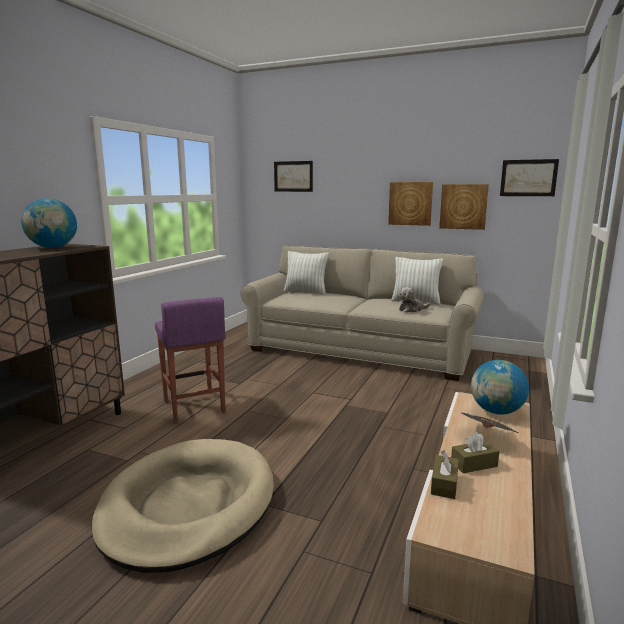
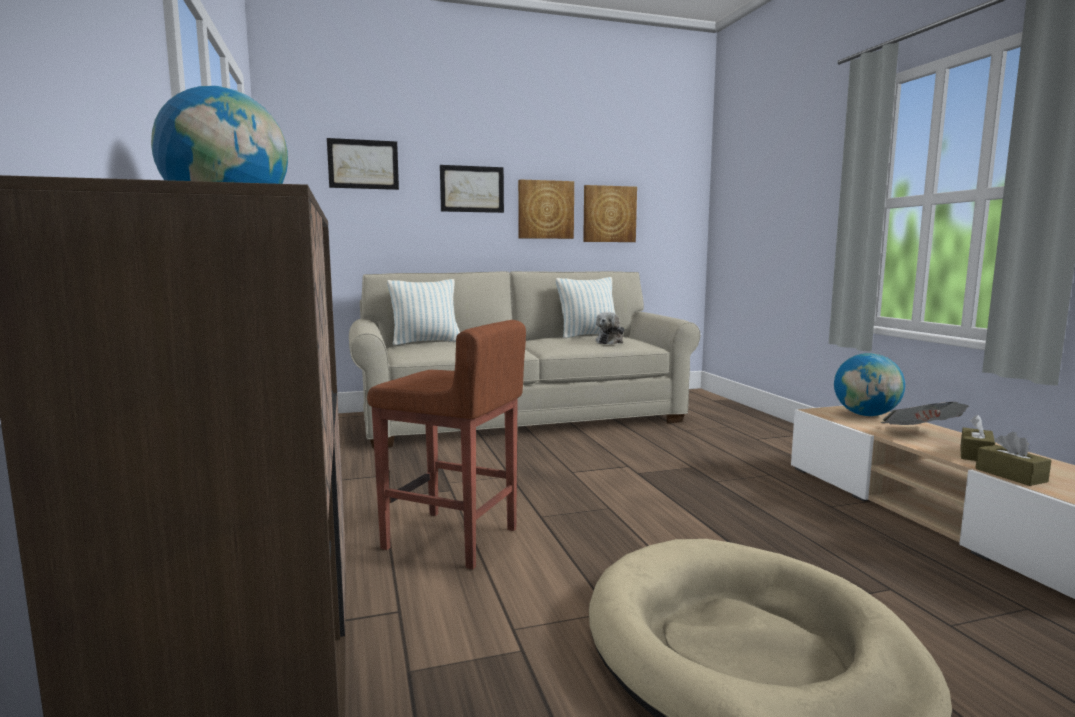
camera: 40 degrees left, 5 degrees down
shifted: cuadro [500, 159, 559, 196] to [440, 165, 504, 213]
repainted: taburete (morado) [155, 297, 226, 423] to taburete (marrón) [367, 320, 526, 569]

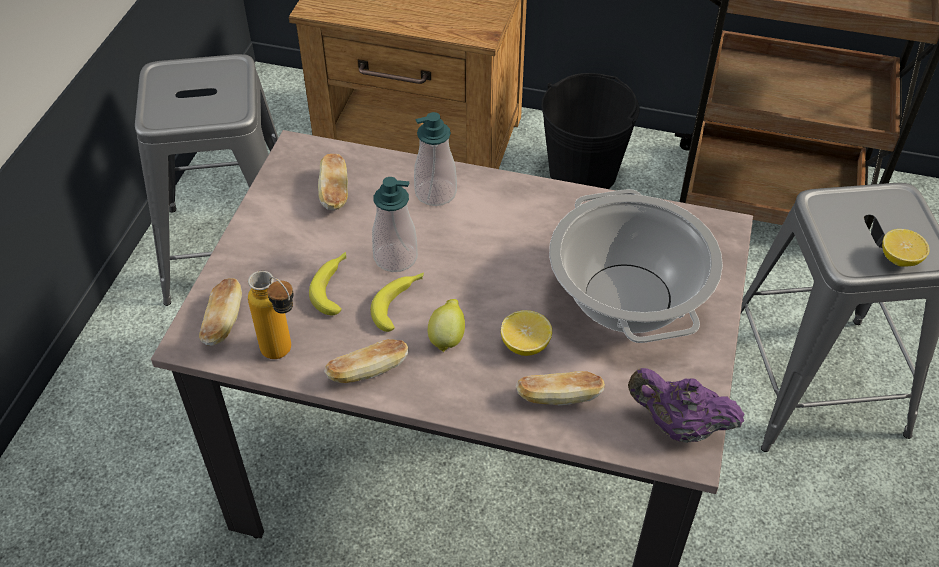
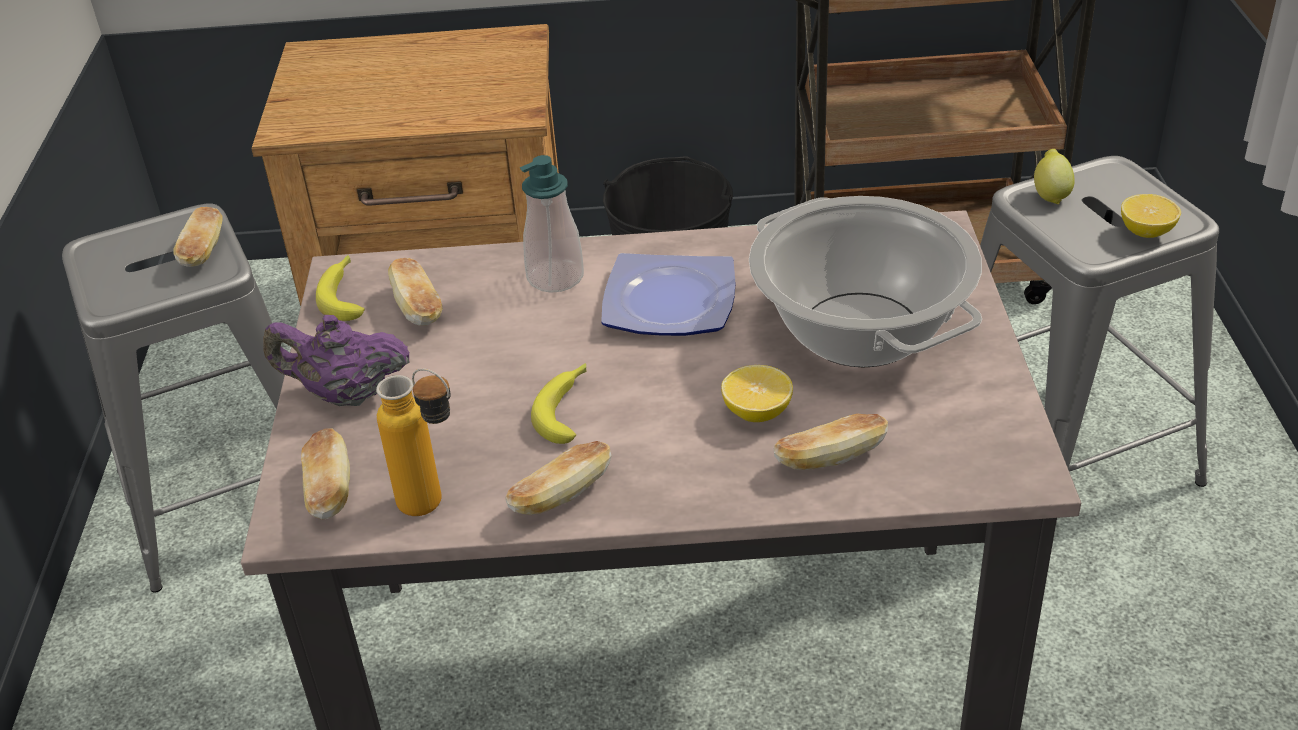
camera: 15 degrees left, 10 degrees down
gone: dispensador de jabón [372, 177, 418, 272]
new: pan [173, 207, 223, 267]; plato [601, 253, 736, 336]
shifted: plátano [309, 252, 346, 315] to [316, 255, 365, 321]; limón [428, 299, 465, 352] to [1034, 149, 1075, 204]; tetera (morado) [628, 368, 744, 443] to [263, 315, 410, 406]

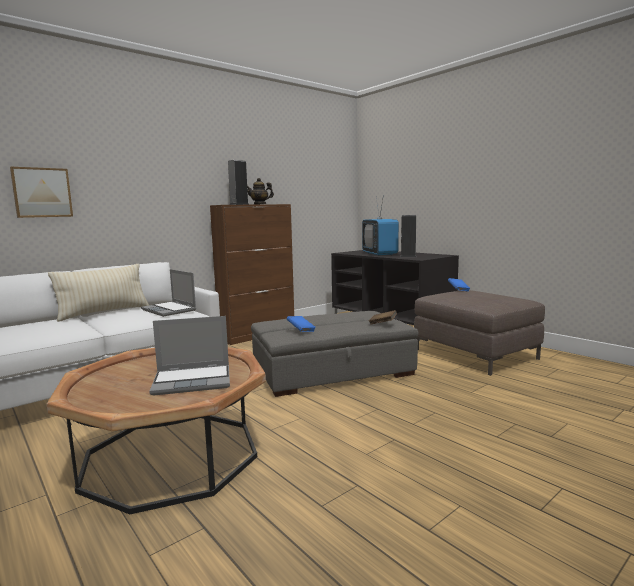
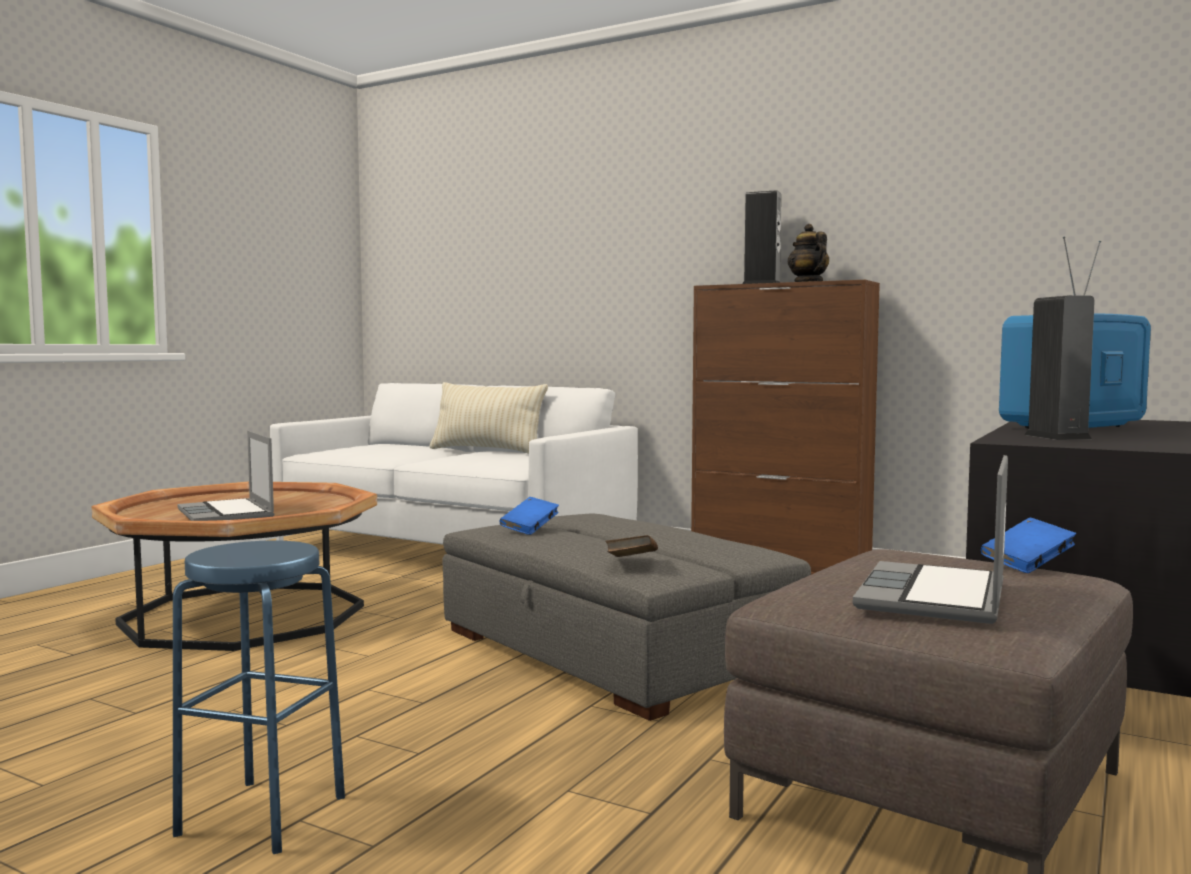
camera: 70 degrees right, 5 degrees down
gone: cuadro [10, 167, 73, 218]
new: taburete (azul) [173, 540, 345, 854]
shifted: portátil [141, 269, 196, 317] to [853, 455, 1008, 624]

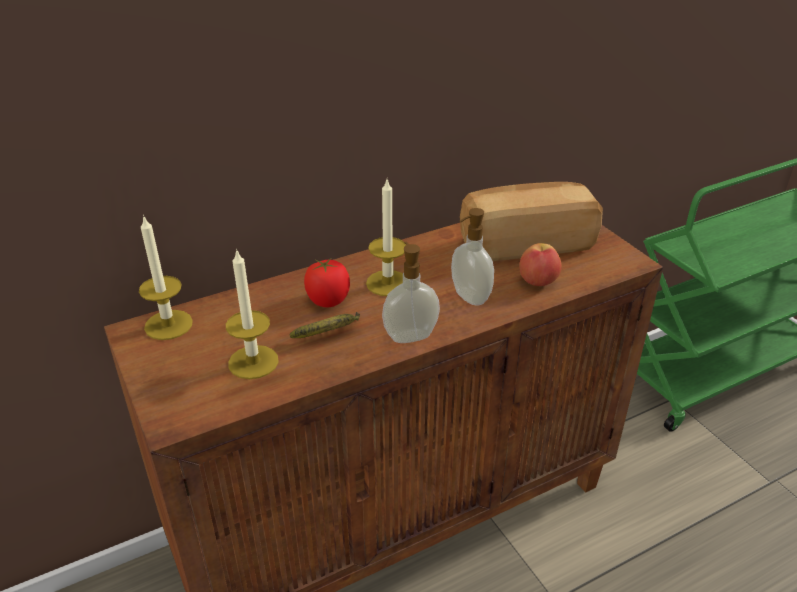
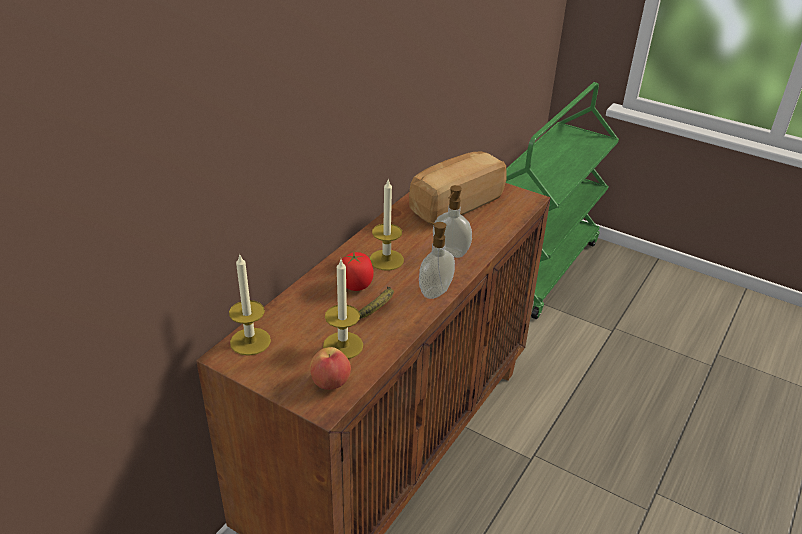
camera: 30 degrees left, 0 degrees up
shifted: manzana [519, 243, 562, 286] to [310, 347, 351, 390]

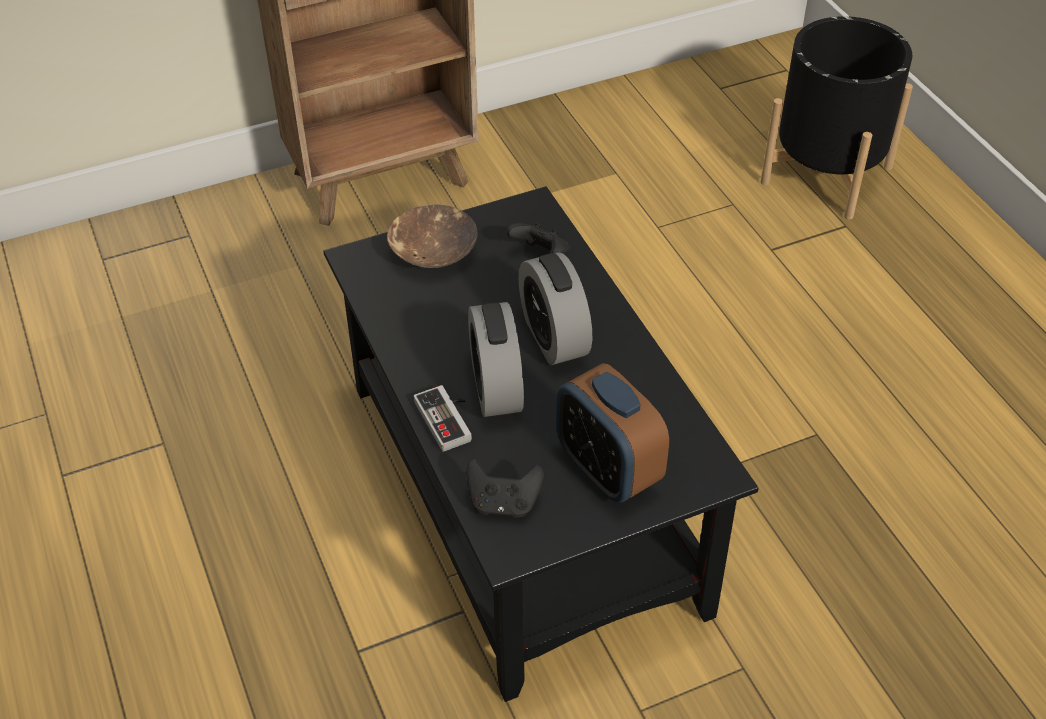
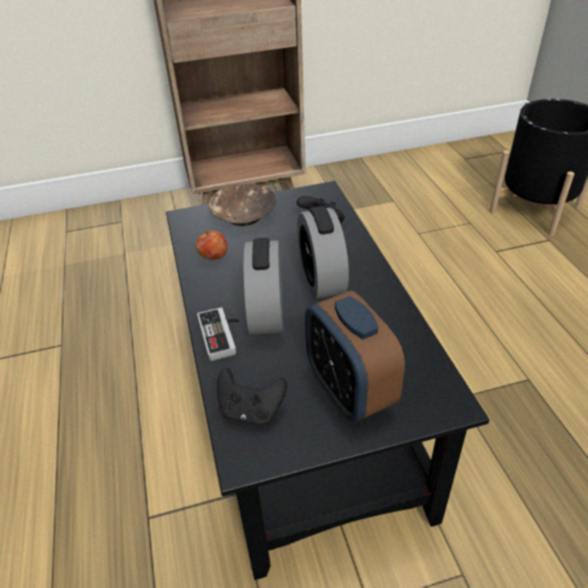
camera: 10 degrees right, 5 degrees down
new: manzana [195, 229, 228, 260]

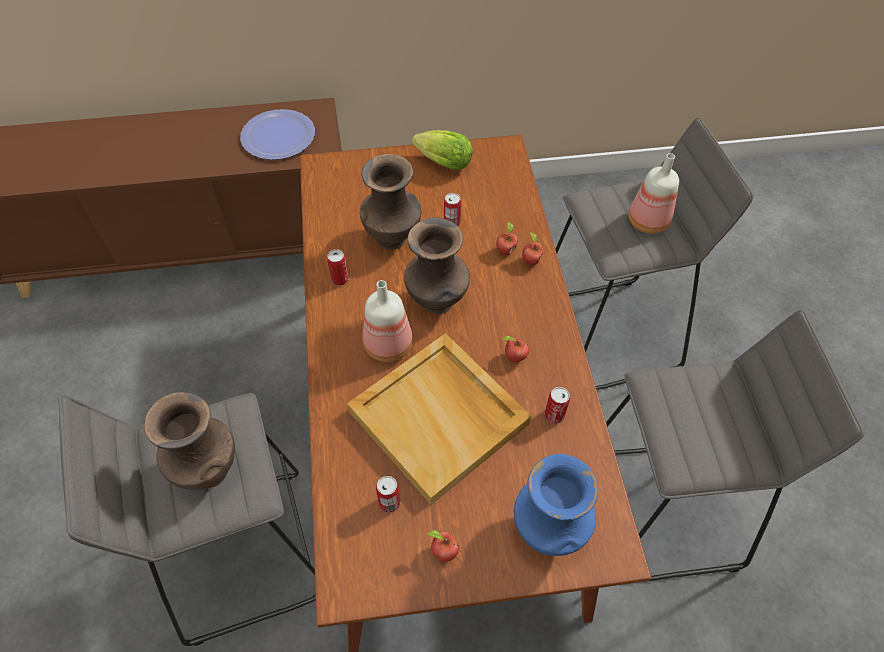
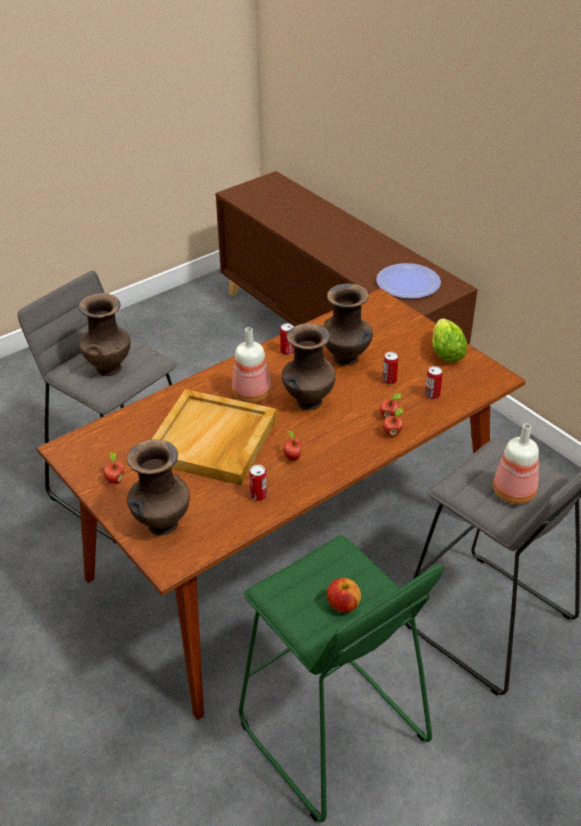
camera: 60 degrees right, 15 degrees down
new: manzana [327, 578, 361, 613]
shifted: lata [376, 476, 401, 513] to [425, 366, 443, 400]
repainted: florero (azul) [514, 454, 598, 556] to florero (marrón) [127, 439, 190, 535]; taburete (gris) [606, 310, 864, 582] to taburete (verde) [239, 535, 443, 822]

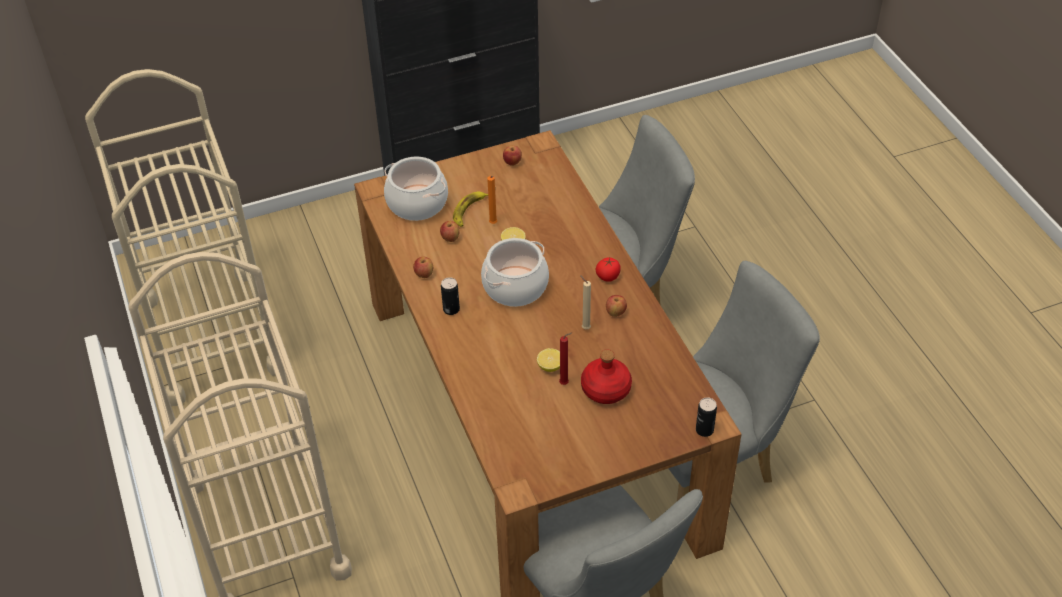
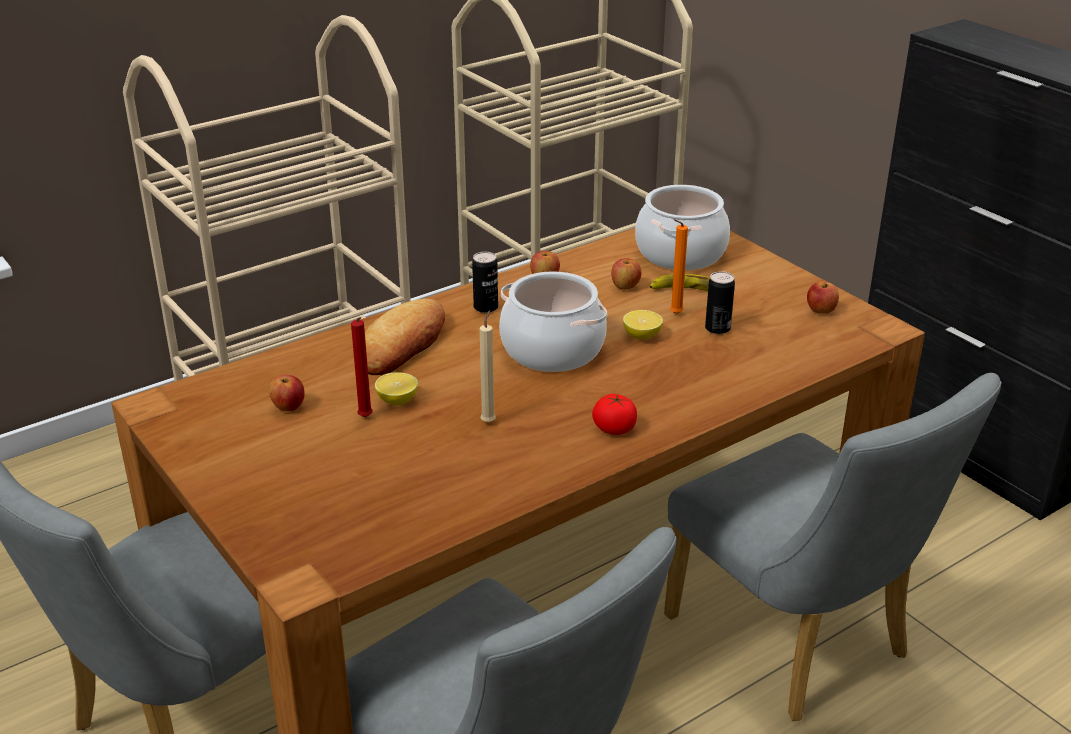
camera: 75 degrees right, 15 degrees down
gone: botella (rojo) [581, 349, 632, 404]
new: pan [365, 299, 445, 375]
shifted: manzana [606, 295, 627, 317] to [269, 375, 305, 411]; lata [696, 397, 717, 437] to [705, 271, 735, 334]

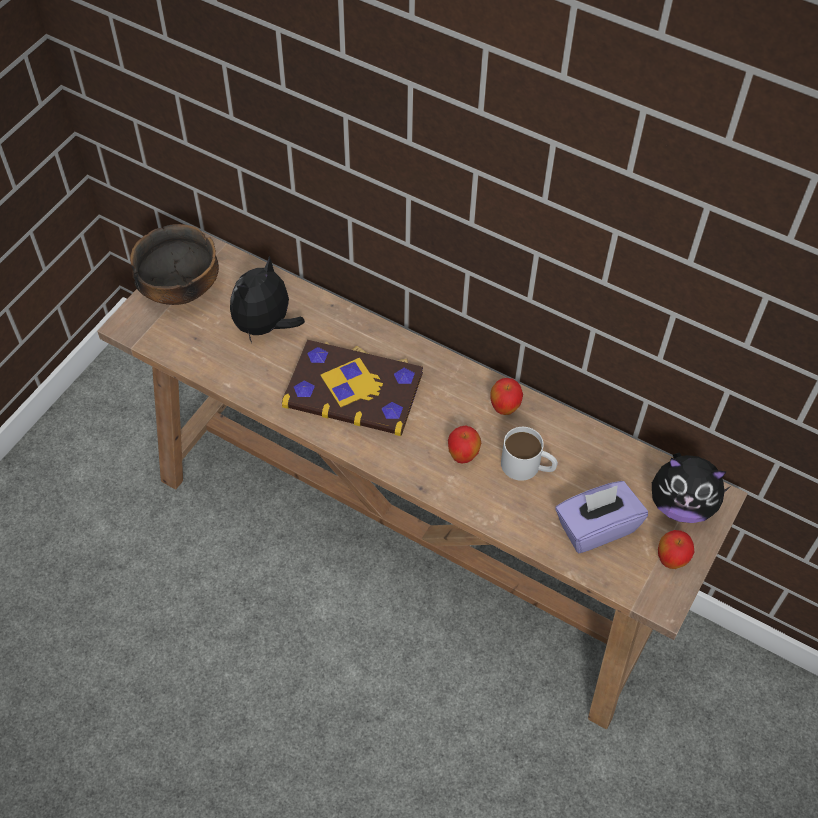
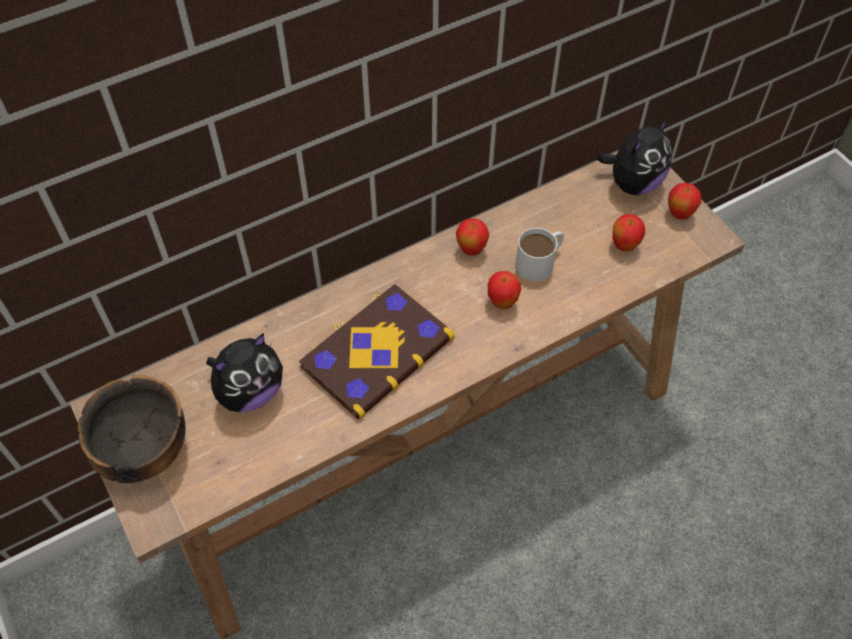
camera: 60 degrees left, 0 degrees up
swapped: caja de pañuelos (morado) [555, 481, 648, 553] to manzana [612, 214, 645, 251]
rotated: peluche [230, 256, 305, 343] = [206, 333, 283, 412] 105 degrees counterclockwise

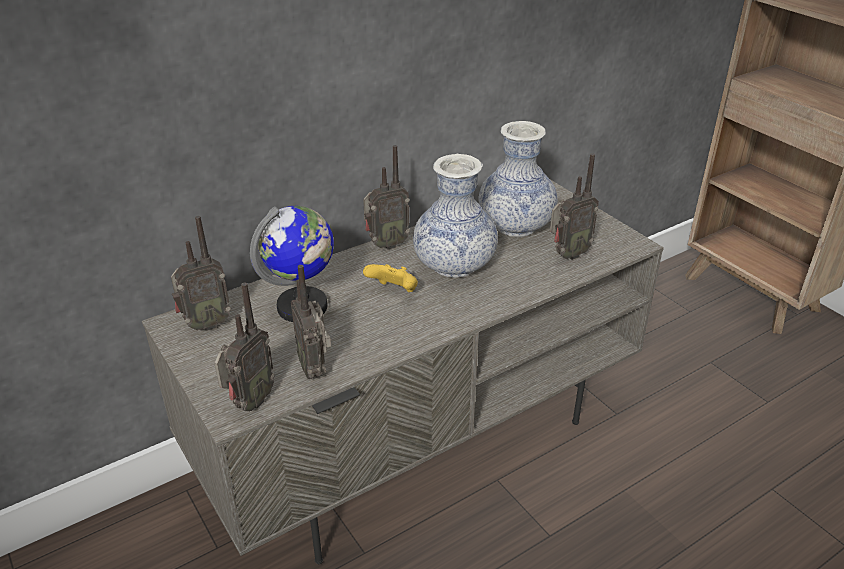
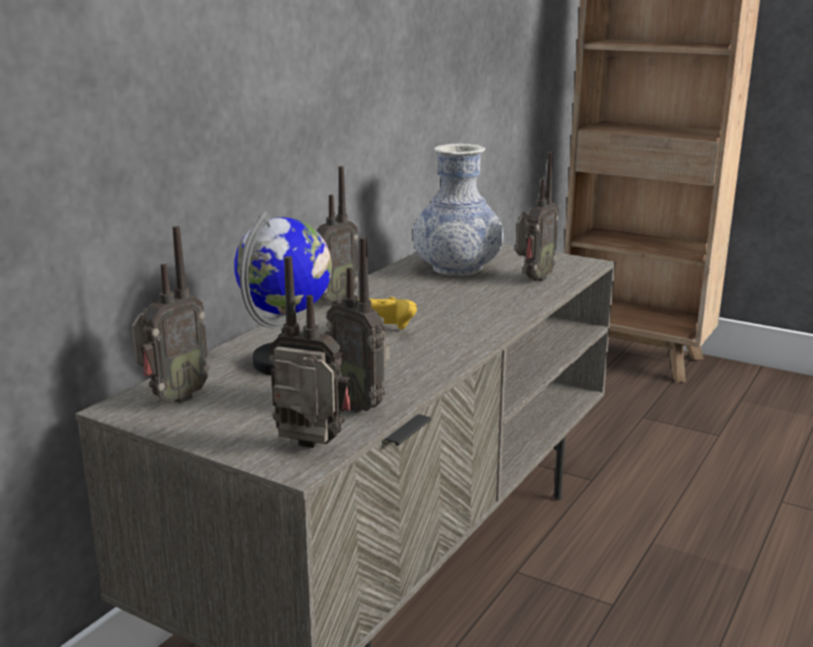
camera: 25 degrees left, 15 degrees down
gone: florero [413, 154, 498, 278]
rotated: radio [214, 283, 275, 411] = [269, 256, 351, 448] 75 degrees counterclockwise

